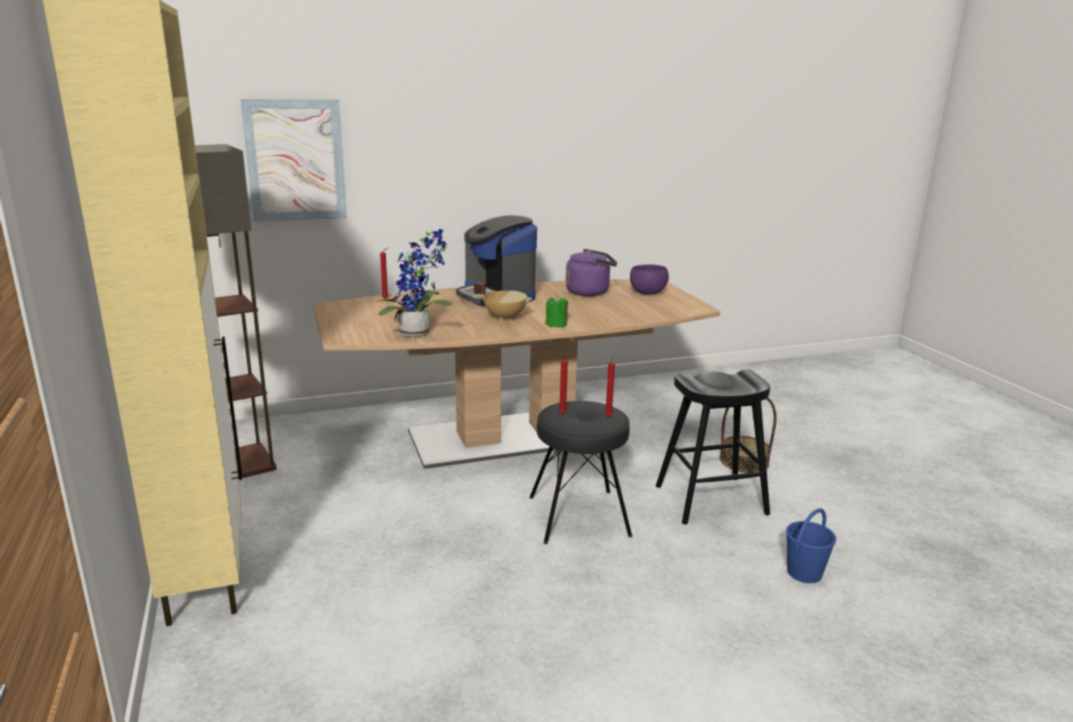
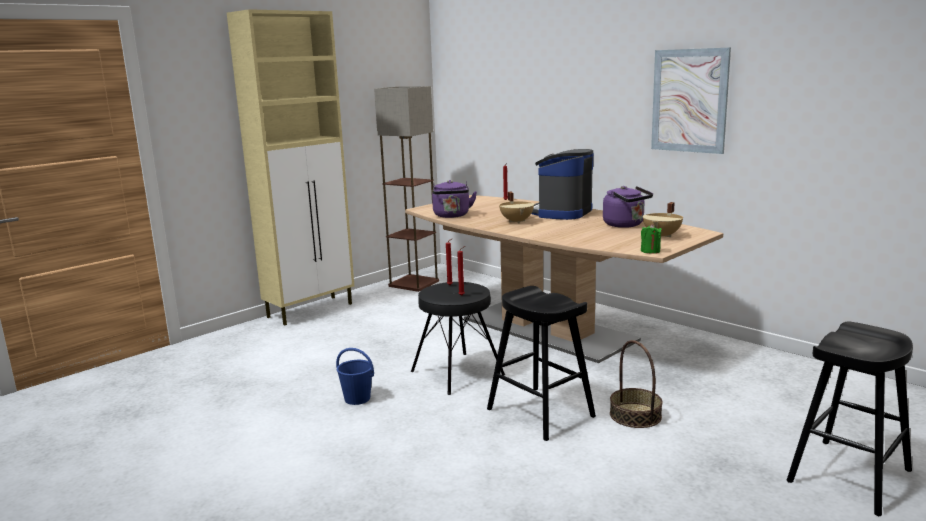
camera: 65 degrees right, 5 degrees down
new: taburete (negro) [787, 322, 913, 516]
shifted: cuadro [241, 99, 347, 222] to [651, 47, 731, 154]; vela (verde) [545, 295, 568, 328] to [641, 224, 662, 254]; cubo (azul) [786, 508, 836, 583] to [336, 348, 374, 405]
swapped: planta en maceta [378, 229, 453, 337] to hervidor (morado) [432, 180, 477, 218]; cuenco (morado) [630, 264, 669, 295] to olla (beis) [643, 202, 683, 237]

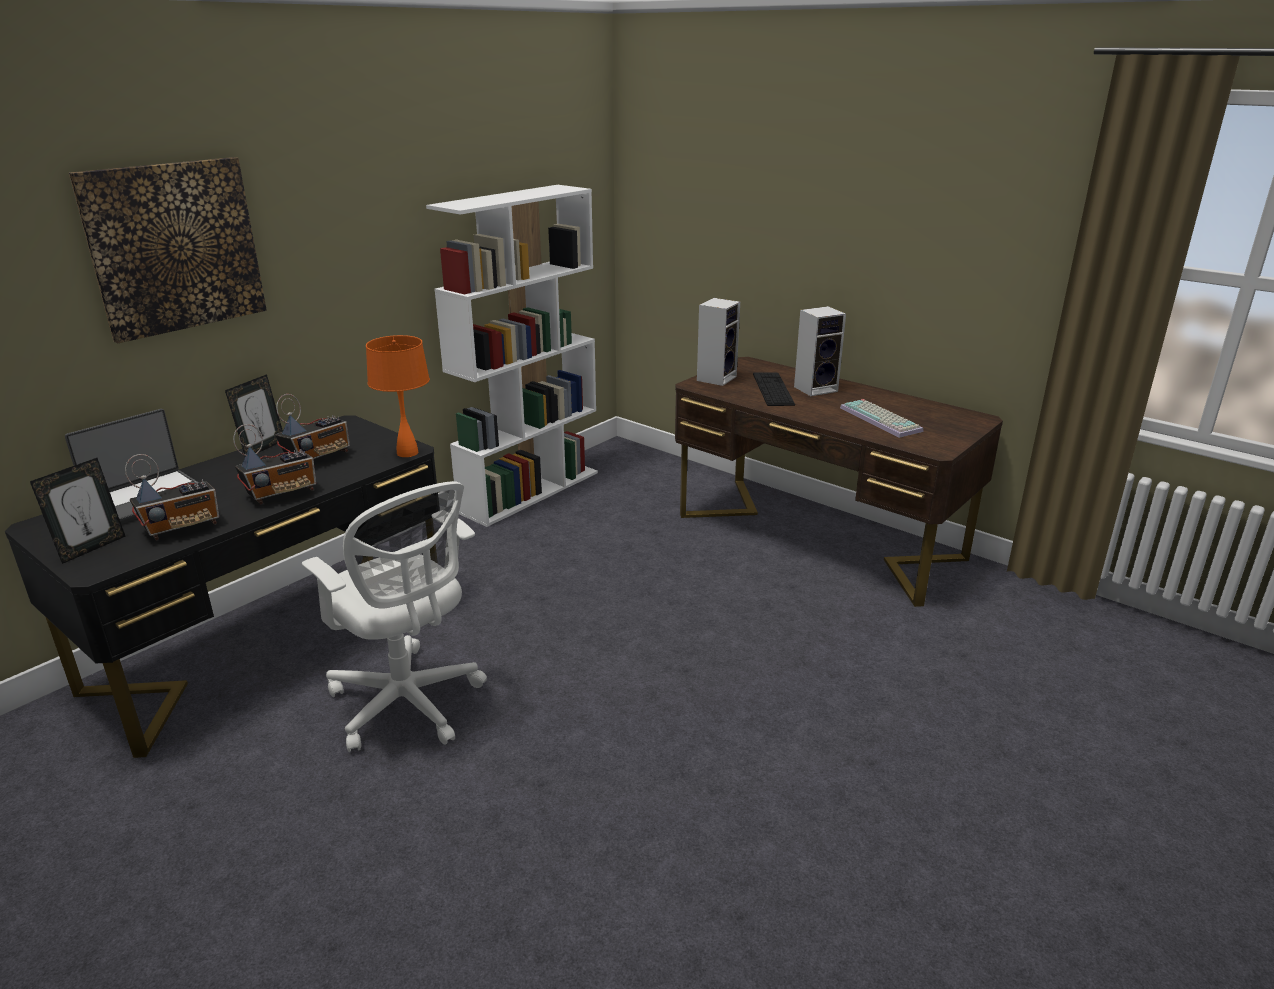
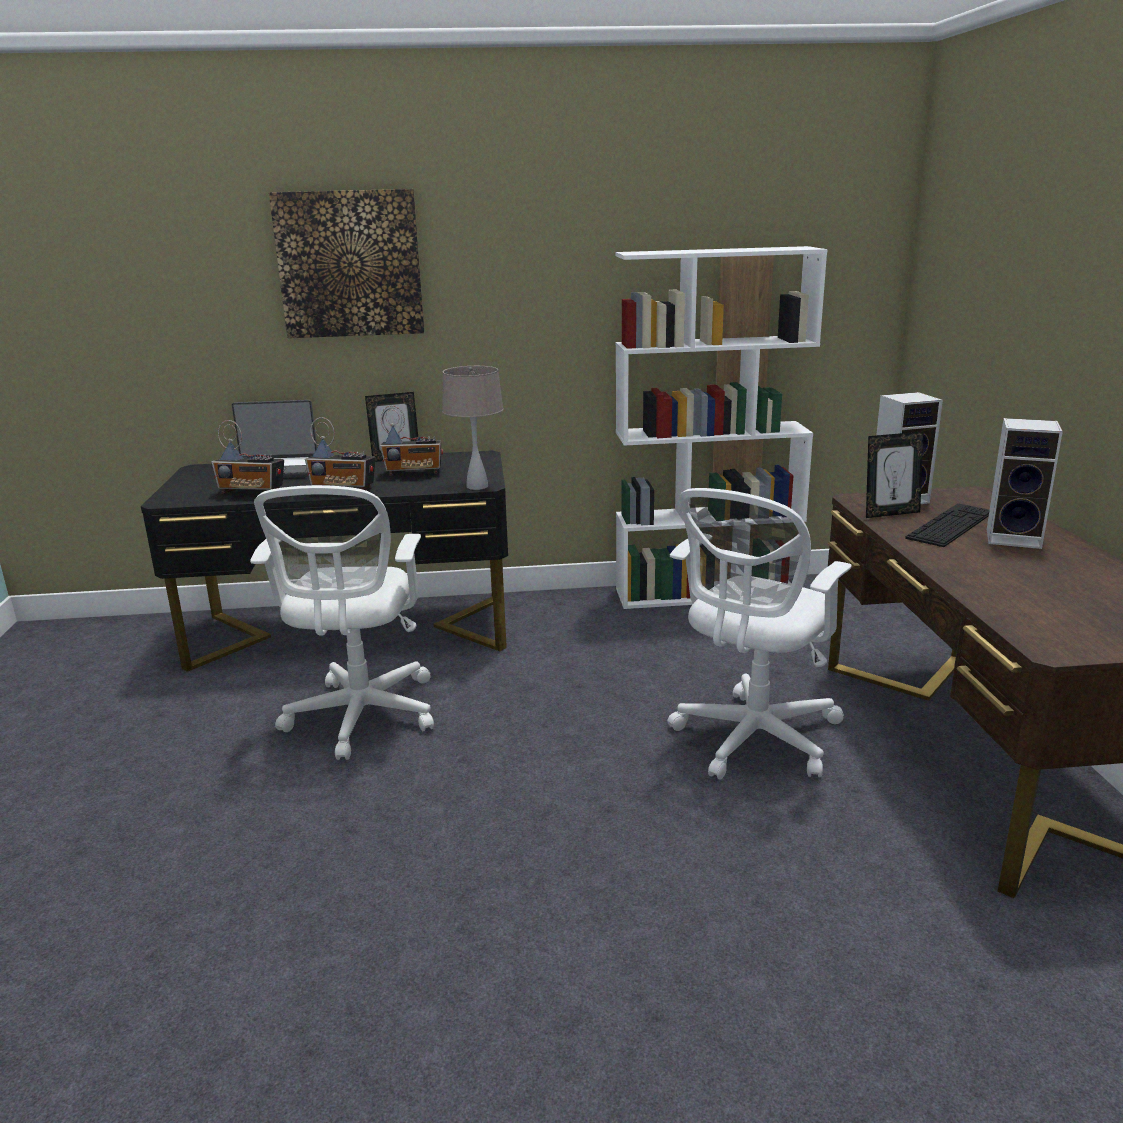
camera: 45 degrees right, 5 degrees down
gone: teclado [840, 399, 923, 438]
new: silla de oficina (blanco) [667, 488, 852, 780]
shifted: portarretratos [30, 458, 126, 564] to [866, 431, 924, 518]
repainted: lámpara de mesa (naranja) [366, 335, 430, 457] to lámpara de mesa (beis) [442, 366, 504, 490]

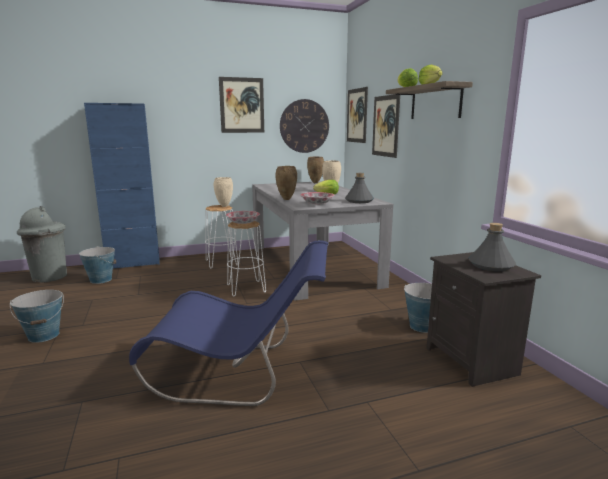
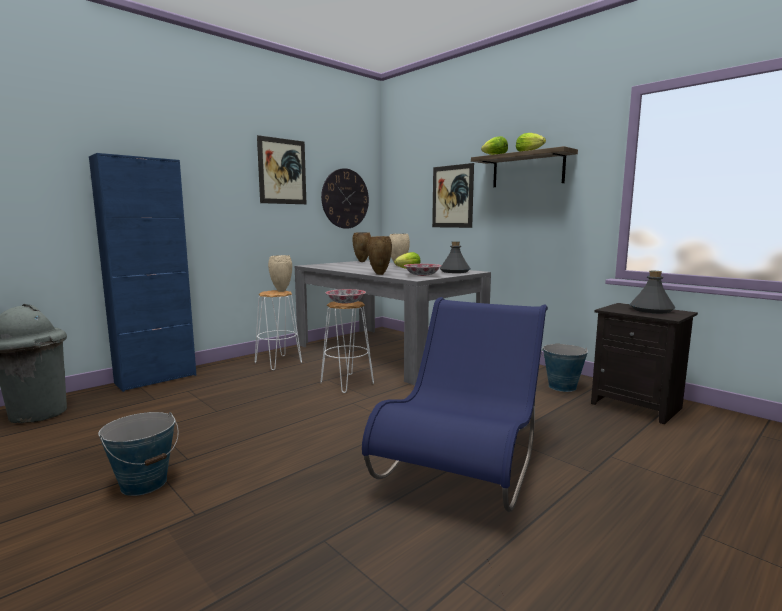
camera: 25 degrees left, 5 degrees down
gone: cubo [79, 246, 116, 284]; cuadro [347, 87, 368, 143]
rotated: silla (azul) [129, 240, 329, 406] = [362, 297, 548, 512] 45 degrees counterclockwise

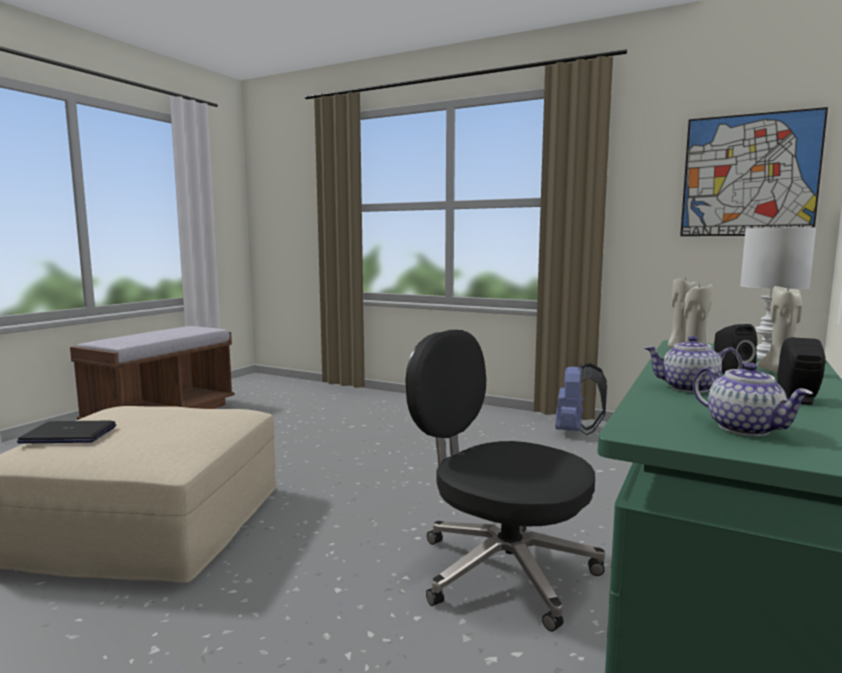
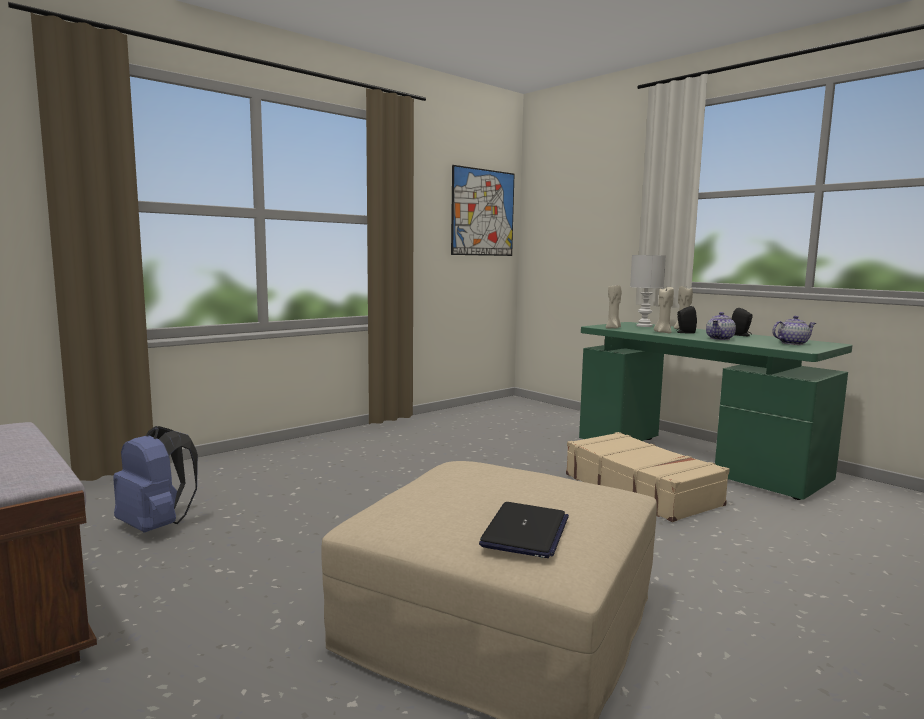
camera: 70 degrees left, 0 degrees up
shifted: mochila (azul) [555, 362, 607, 435] to [113, 426, 198, 532]
swapped: silla de oficina (negro) [405, 330, 605, 632] to maleta (beis) [566, 432, 730, 522]

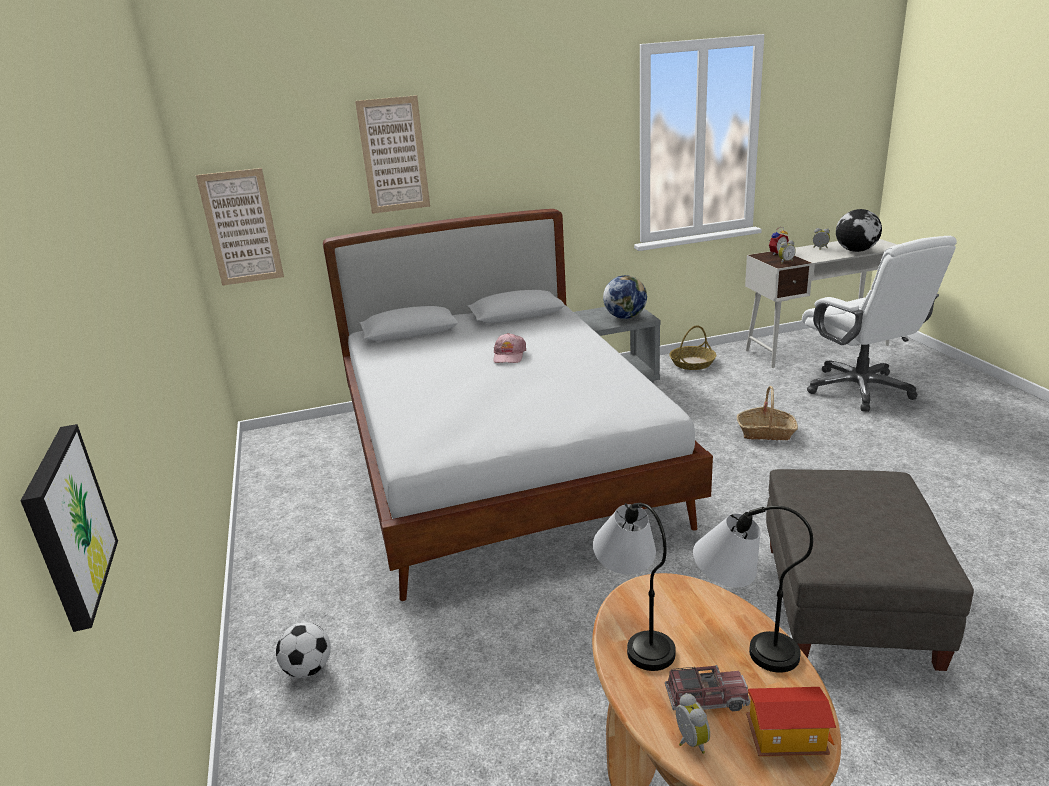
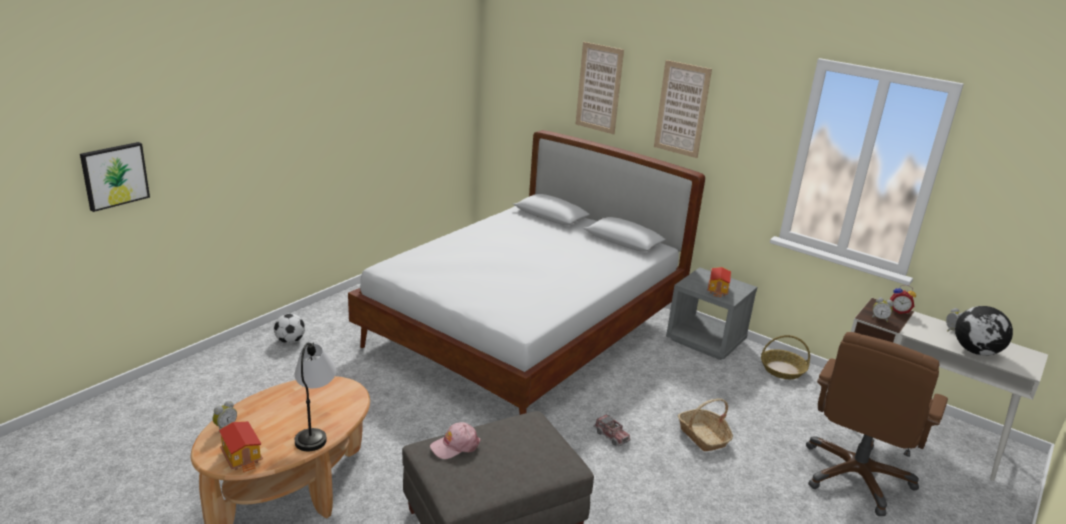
camera: 50 degrees right, 0 degrees up
gone: lámpara de mesa [593, 503, 676, 671]
shifted: cuadro [196, 168, 284, 286] to [654, 60, 712, 158]; gorra (rosa) [493, 333, 526, 363] to [430, 422, 481, 459]; camión de juguete [665, 665, 750, 711] to [593, 414, 630, 446]
swapped: globo terráqueo [603, 275, 647, 319] to casita [708, 267, 731, 297]
repainted: silla de oficina (blanco) [802, 236, 957, 412] to silla de oficina (marrón) [806, 332, 948, 516]

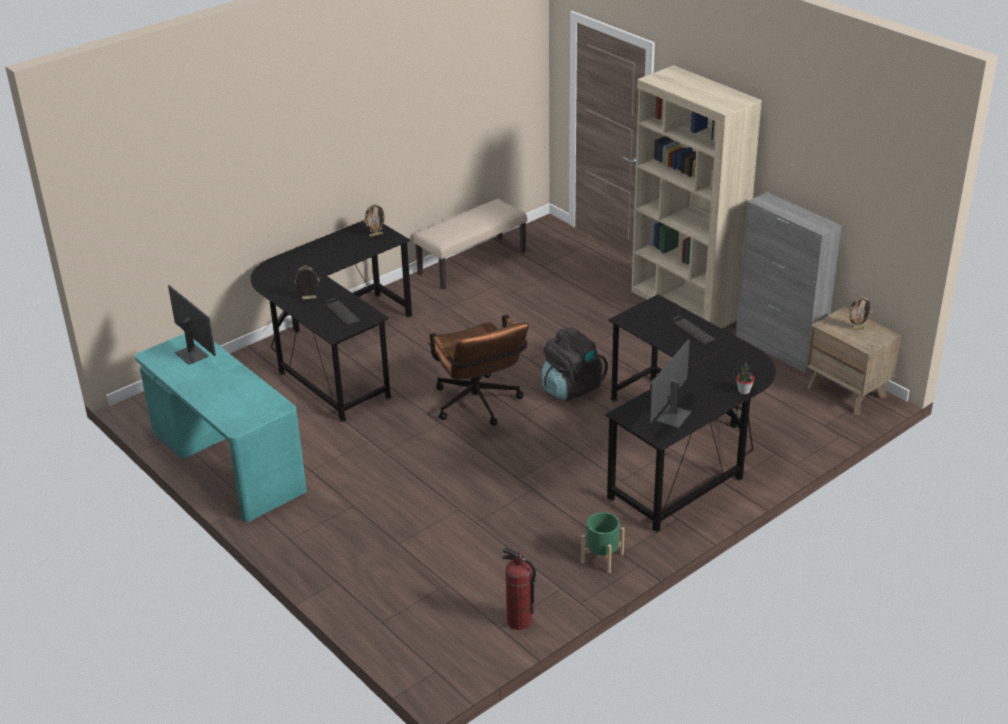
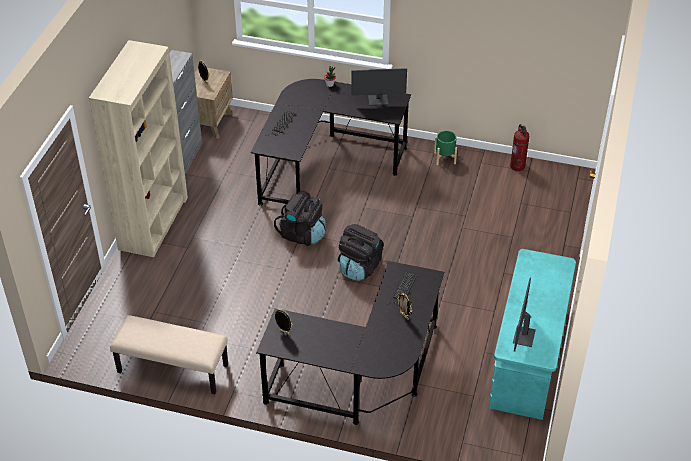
camera: 125 degrees left, 10 degrees up
swapped: silla de oficina (marrón) [427, 315, 529, 426] to mochila (negro) [338, 224, 383, 281]

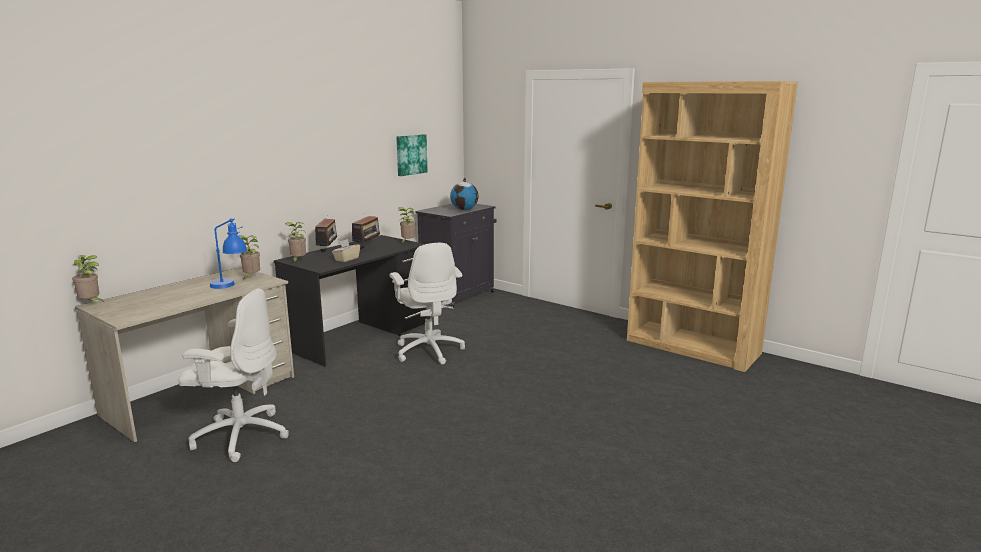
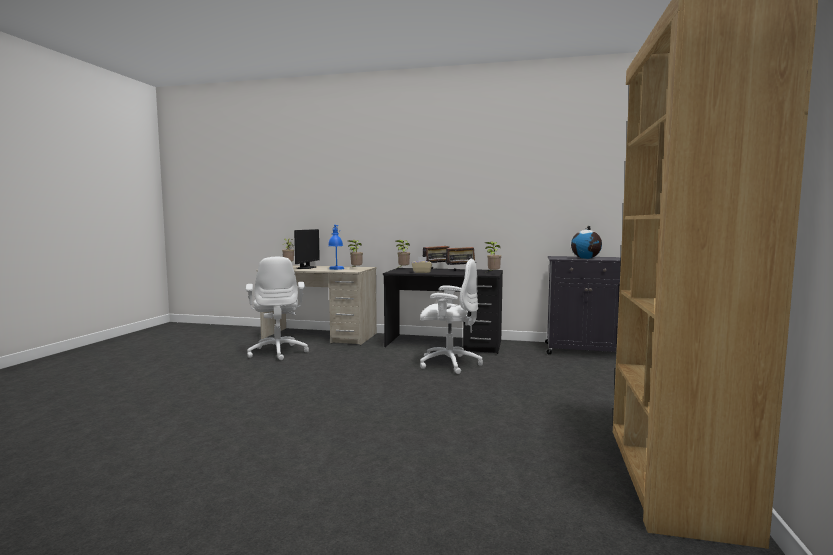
camera: 65 degrees right, 10 degrees down
gone: cuadro [396, 134, 428, 176]
new: monitor [294, 229, 320, 269]
rotated: silla de oficina (blanco) [390, 243, 465, 364] = [420, 259, 483, 374] 120 degrees counterclockwise

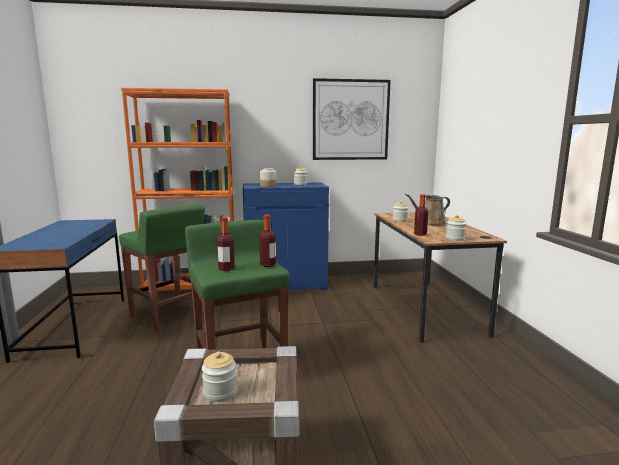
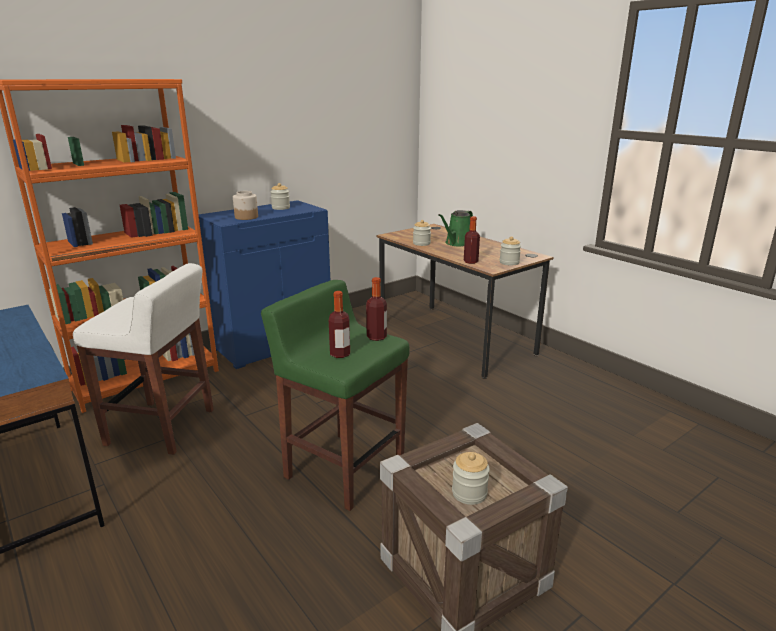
camera: 30 degrees left, 10 degrees up
gone: cuadro [313, 78, 391, 160]
repainted: taburete (verde) [119, 204, 205, 331] to taburete (blanco) [73, 263, 214, 455]; regadera (marrón) [405, 194, 450, 225] to regadera (verde) [438, 210, 473, 246]

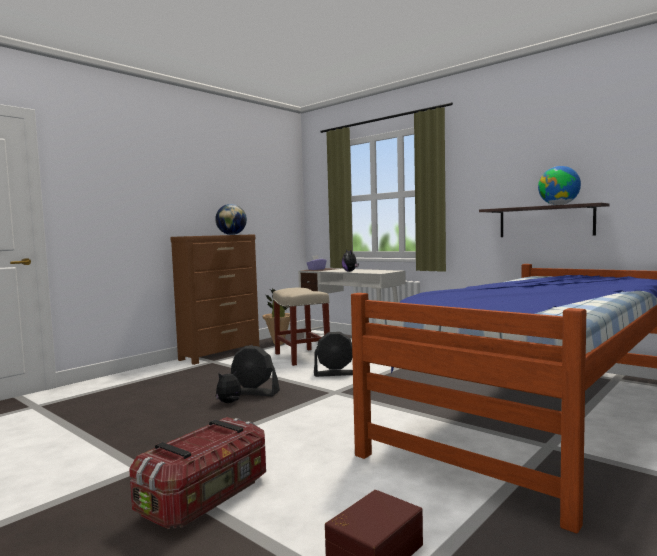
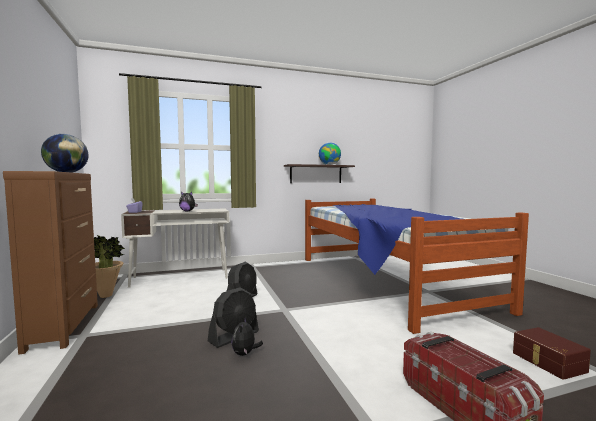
camera: 60 degrees left, 0 degrees up
gone: taburete (beis) [273, 288, 330, 366]

